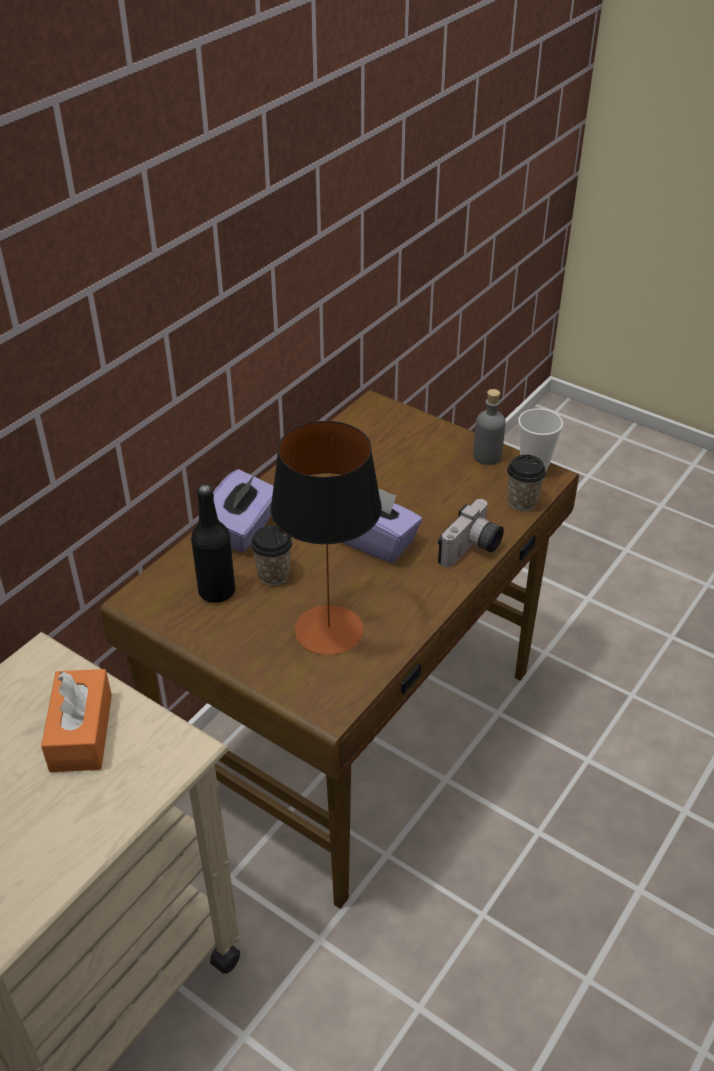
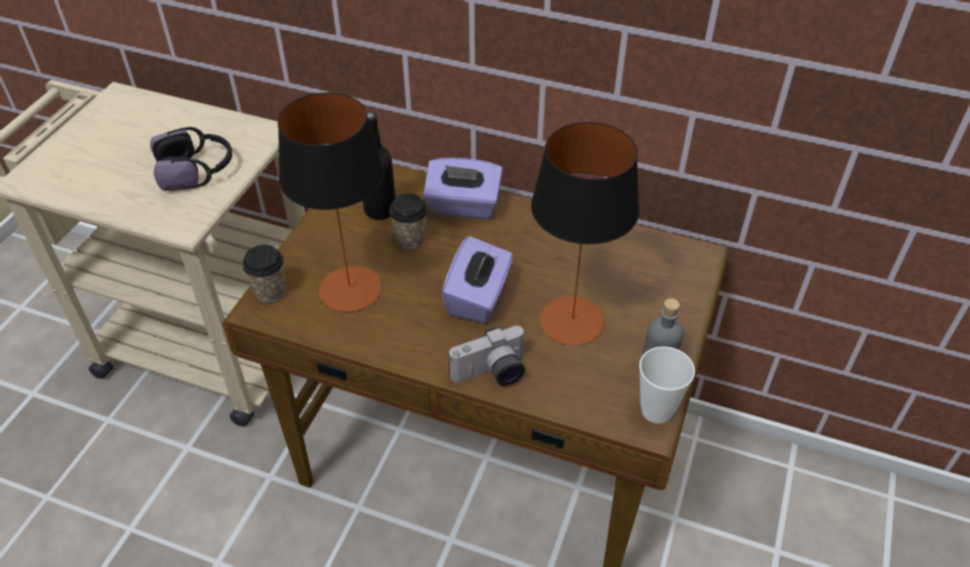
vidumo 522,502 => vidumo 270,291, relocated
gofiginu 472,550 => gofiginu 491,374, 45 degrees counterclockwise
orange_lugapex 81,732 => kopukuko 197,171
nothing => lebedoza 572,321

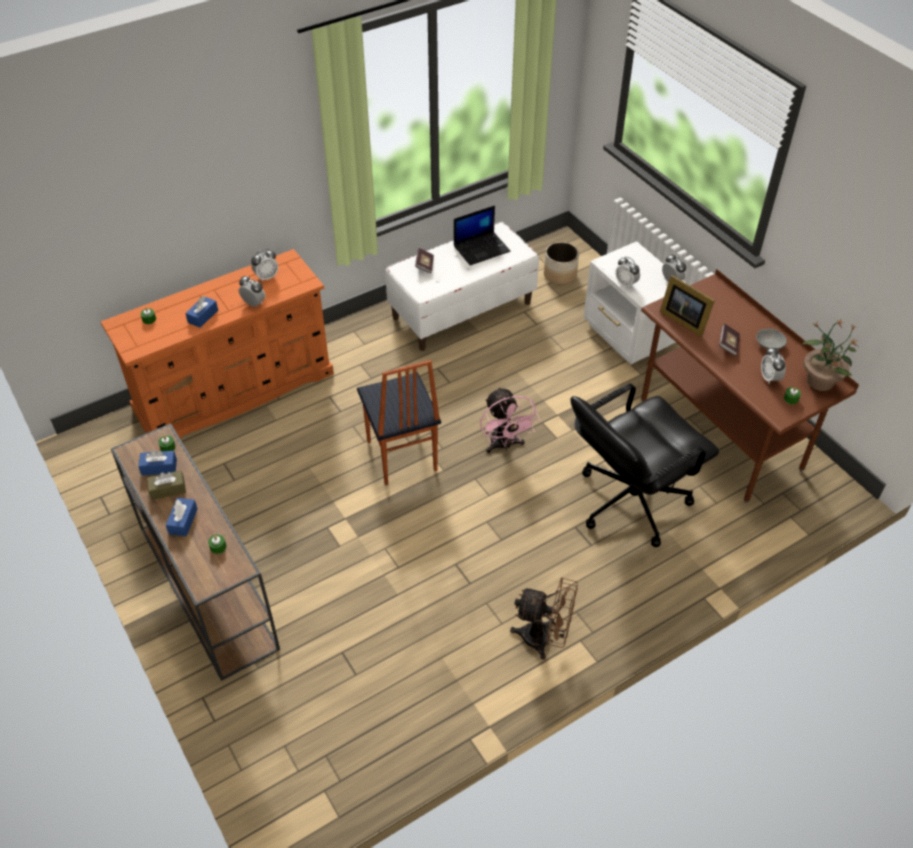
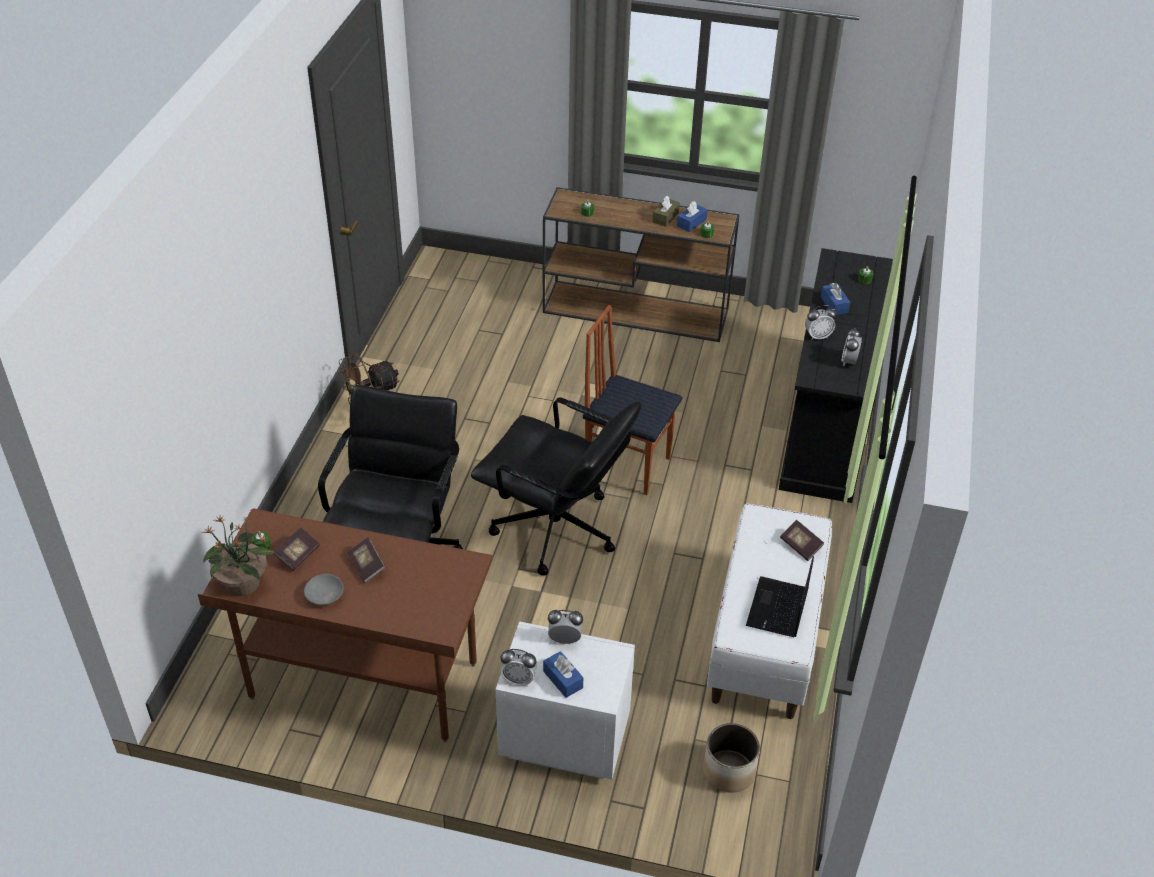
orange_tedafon 235,391 => black_tedafon 827,423
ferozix 683,320 => nothing
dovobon 769,378 => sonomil 298,555
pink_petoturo 504,445 => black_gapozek 556,530
blue_lugapex 183,521 => blue_lugapex 563,679, relocated

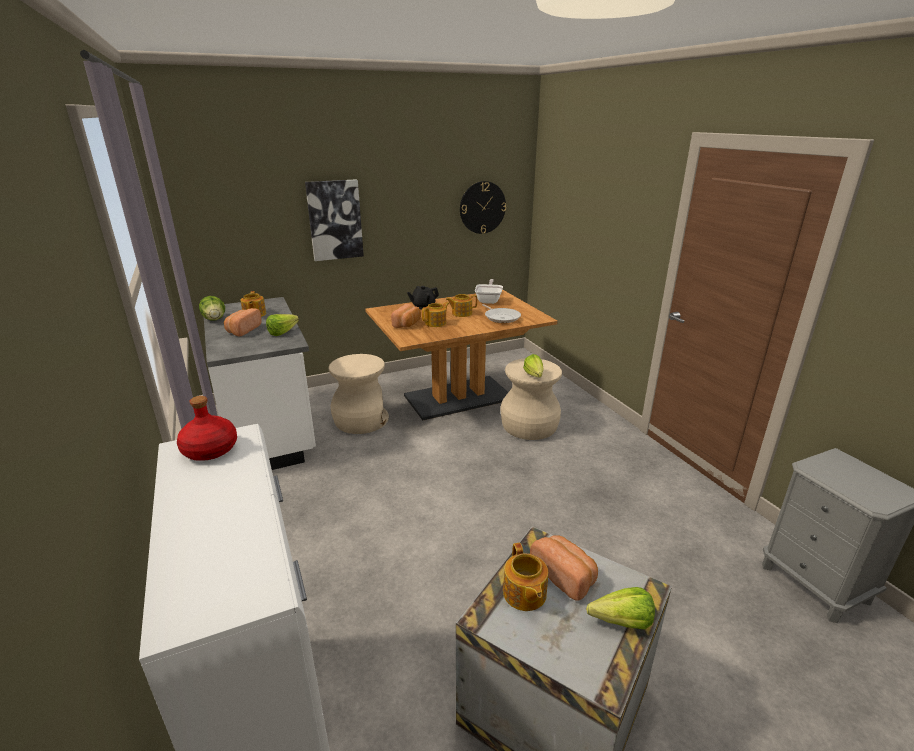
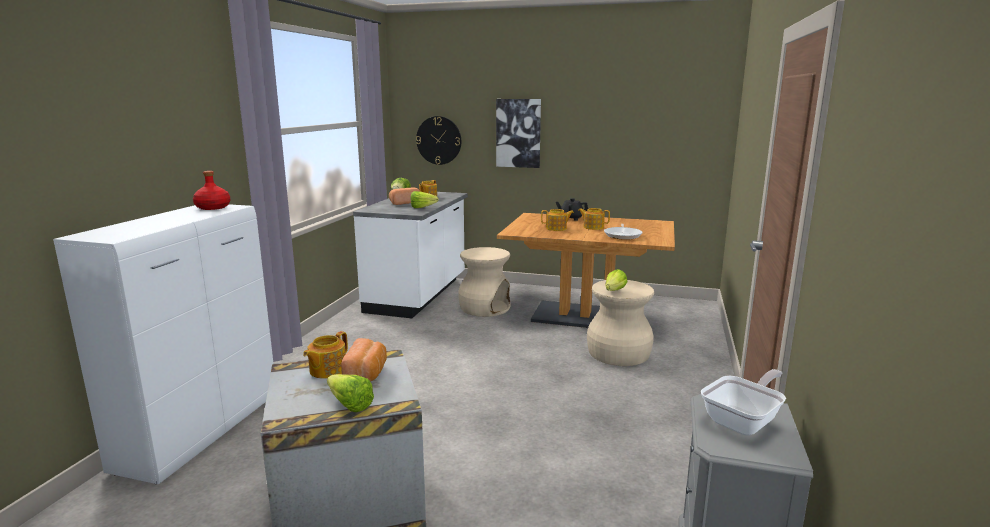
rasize 482,207 => rasize 439,140, relocated
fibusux 489,300 => fibusux 744,421, relocated
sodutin 408,324 => nothing

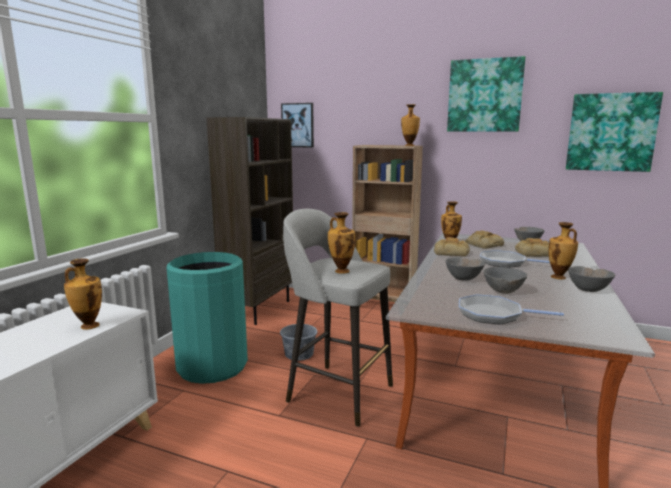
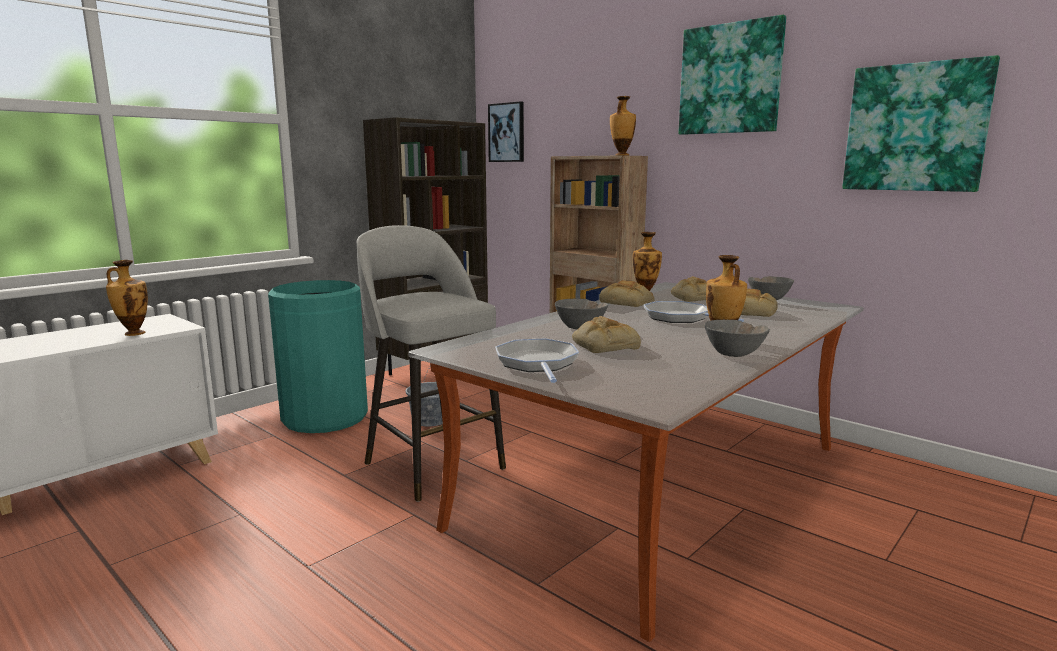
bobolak 341,271 => nothing
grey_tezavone 503,292 => sodutin 603,345
fibusux 493,314 => fibusux 537,364, 45 degrees clockwise

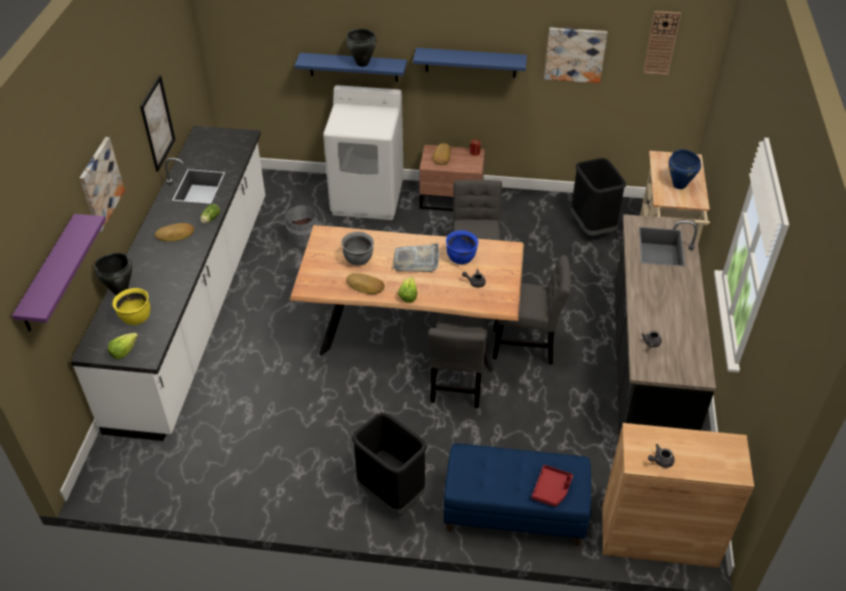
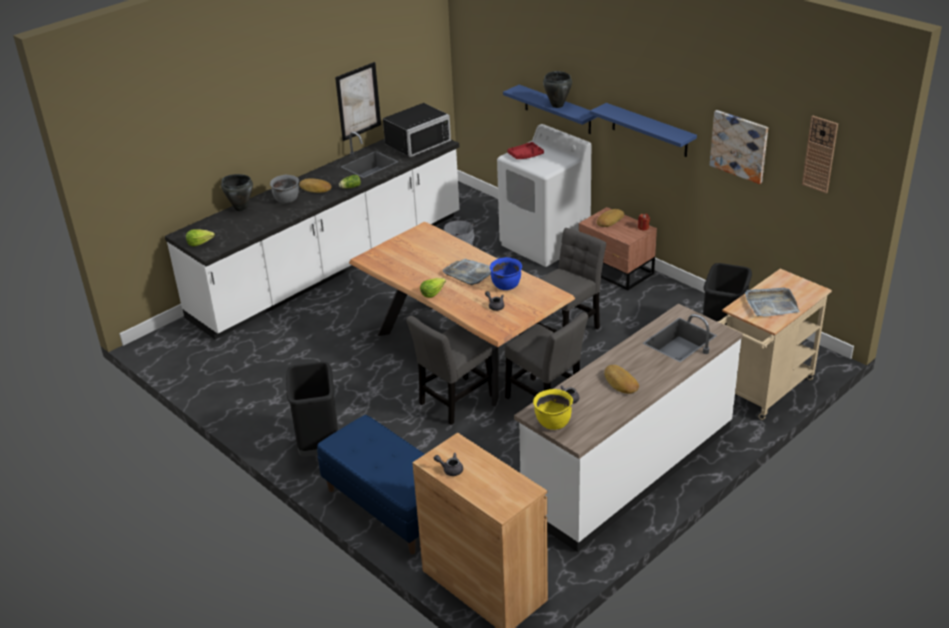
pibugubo 100,184 => nothing
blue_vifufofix 679,185 => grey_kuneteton 770,304
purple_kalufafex 49,274 => nothing
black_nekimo 645,371 => white_nekimo 628,468
grey_vifufofix 358,259 => grey_vifufofix 287,200, relocated
sodutin 365,286 => sodutin 620,383, relocated
yellow_vifufofix 136,318 => yellow_vifufofix 553,423, relocated
red_kuneteton 551,489 => red_kuneteton 525,155, relocated
nothing => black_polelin 415,142

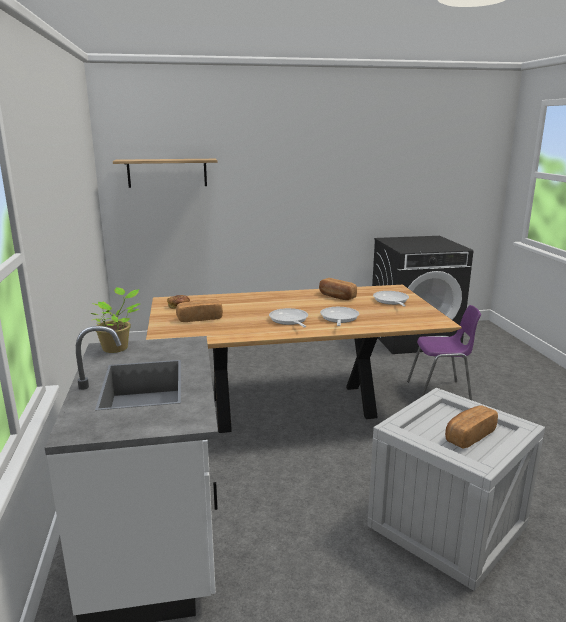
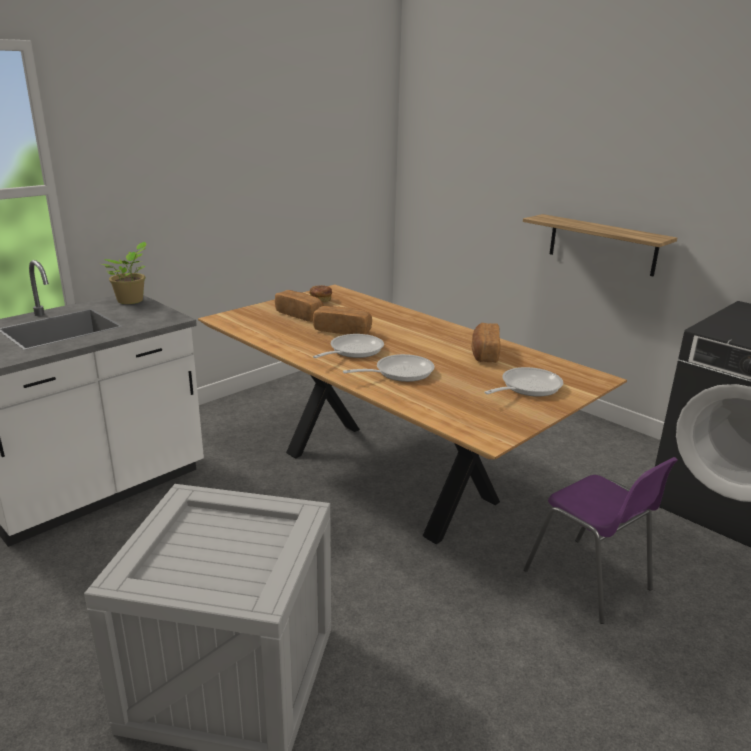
kalufafex 167,173 => kalufafex 602,245, relocated
sodutin 468,436 => sodutin 342,331, relocated

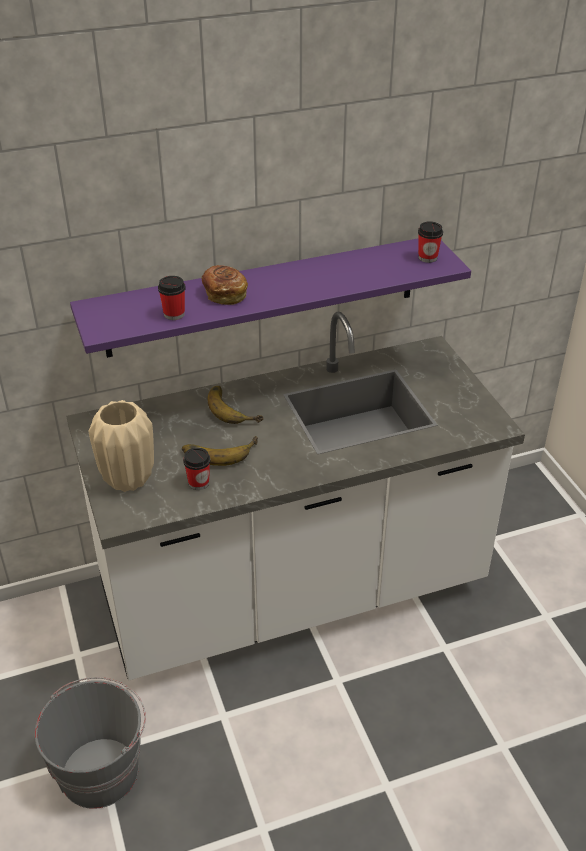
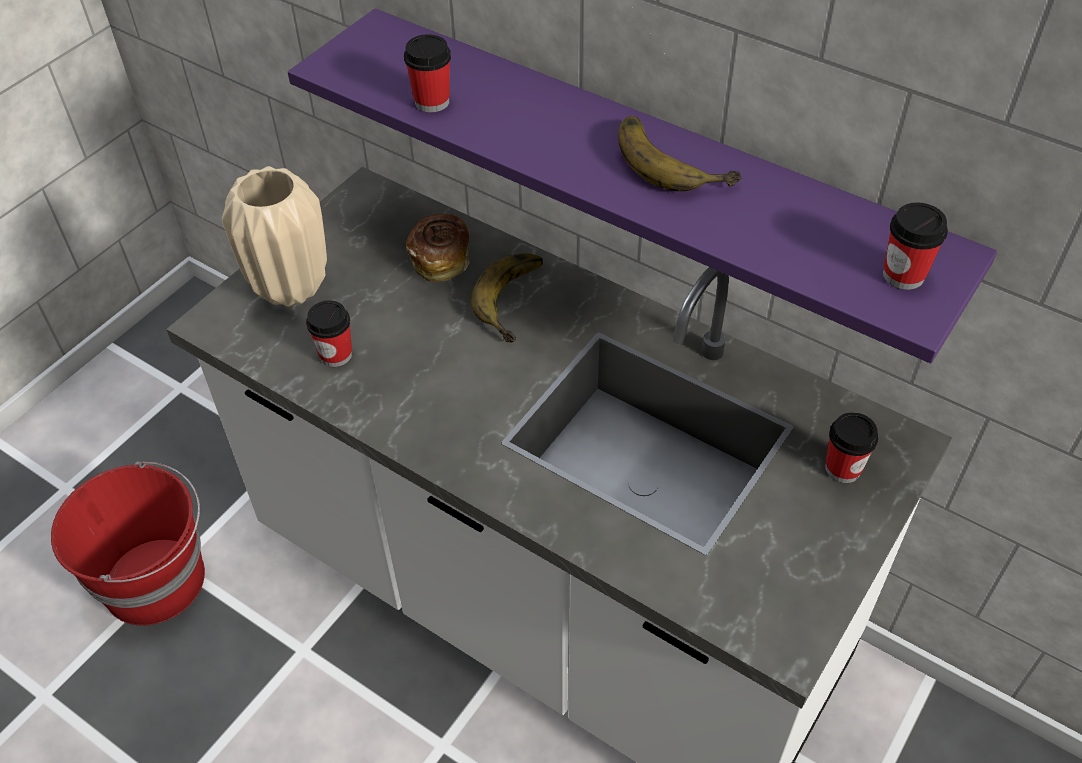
sodutin 224,294 => sodutin 440,259, relocated
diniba 219,450 => diniba 674,158, relocated
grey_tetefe 100,770 => red_tetefe 157,580
nothing => vidumo 843,468

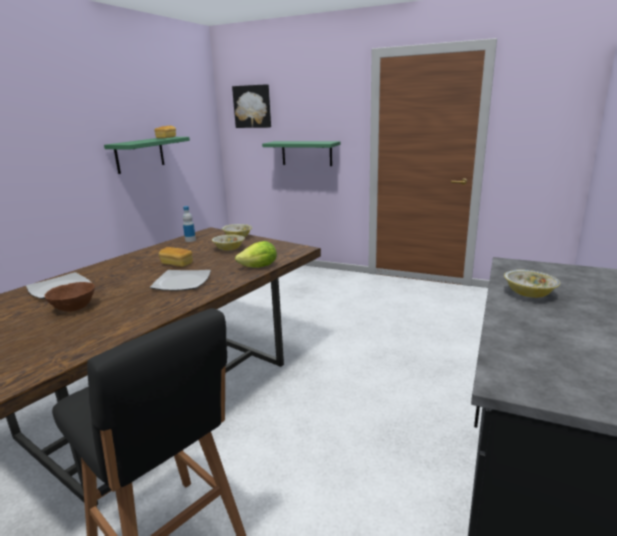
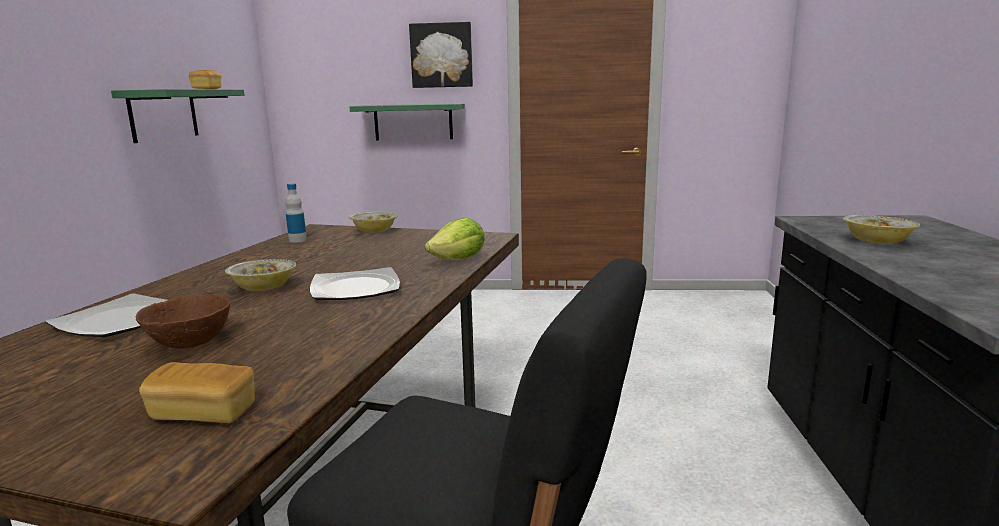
pibugubo 252,106 => pibugubo 441,55, relocated
tezavone 229,249 => tezavone 263,288, relocated
sodutin 177,264 => sodutin 204,413, relocated

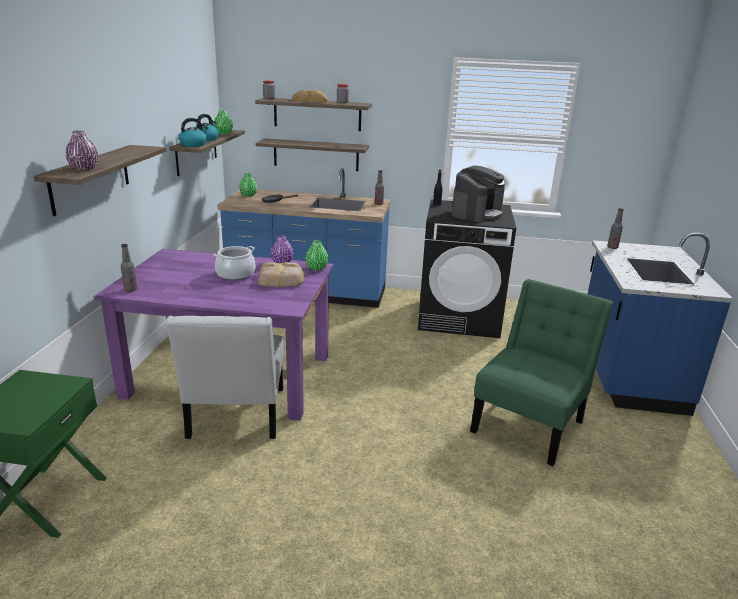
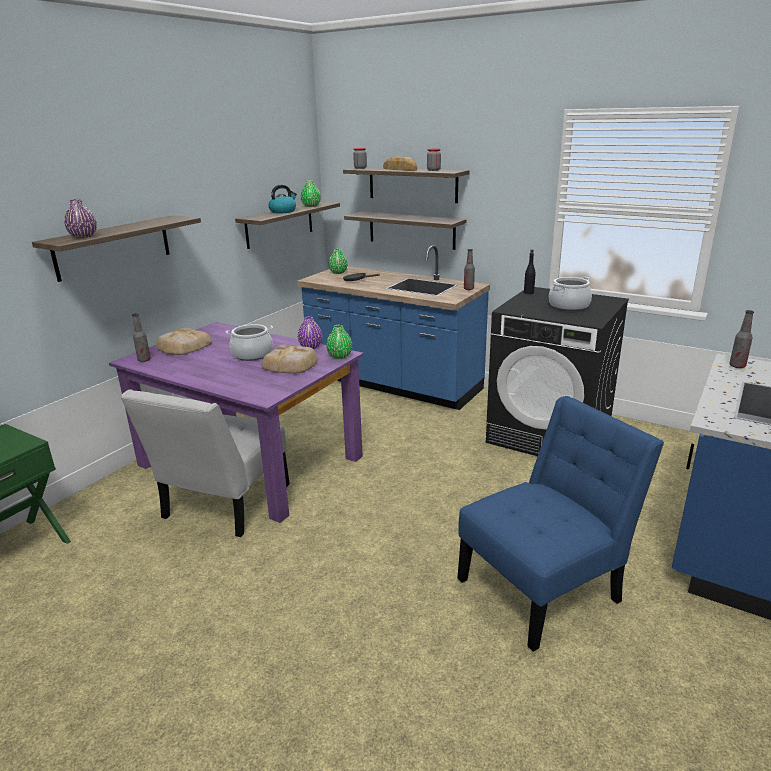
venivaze 193,144 => nothing
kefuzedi 477,213 => vifufofix 568,306
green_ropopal 530,423 => blue_ropopal 545,587
nothing => sodutin 183,346

